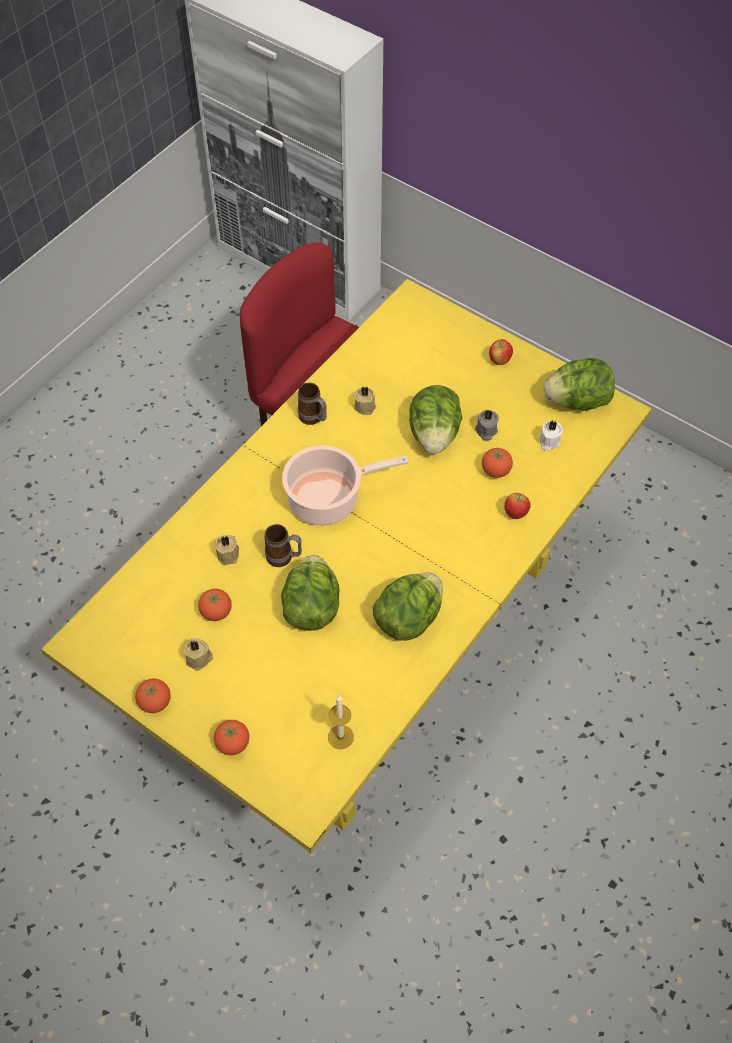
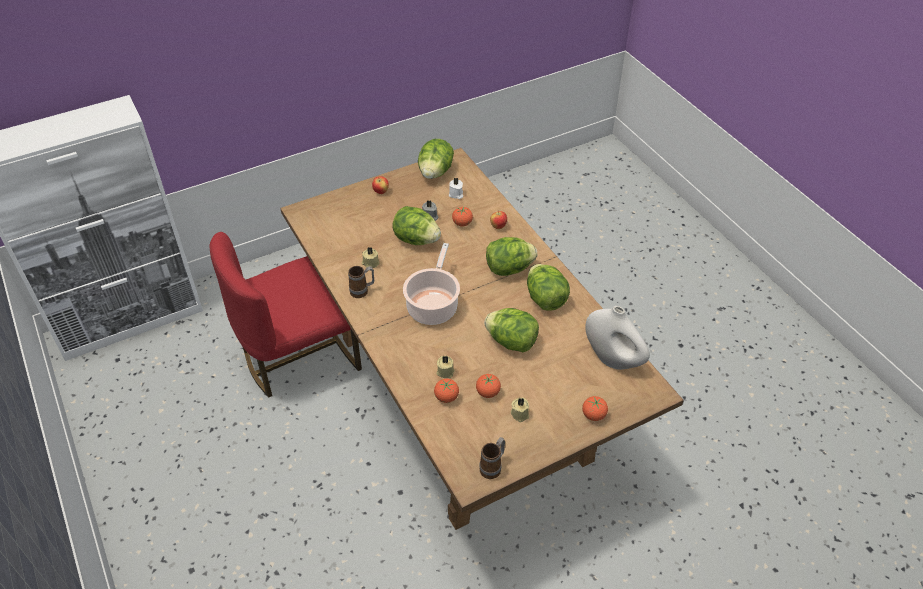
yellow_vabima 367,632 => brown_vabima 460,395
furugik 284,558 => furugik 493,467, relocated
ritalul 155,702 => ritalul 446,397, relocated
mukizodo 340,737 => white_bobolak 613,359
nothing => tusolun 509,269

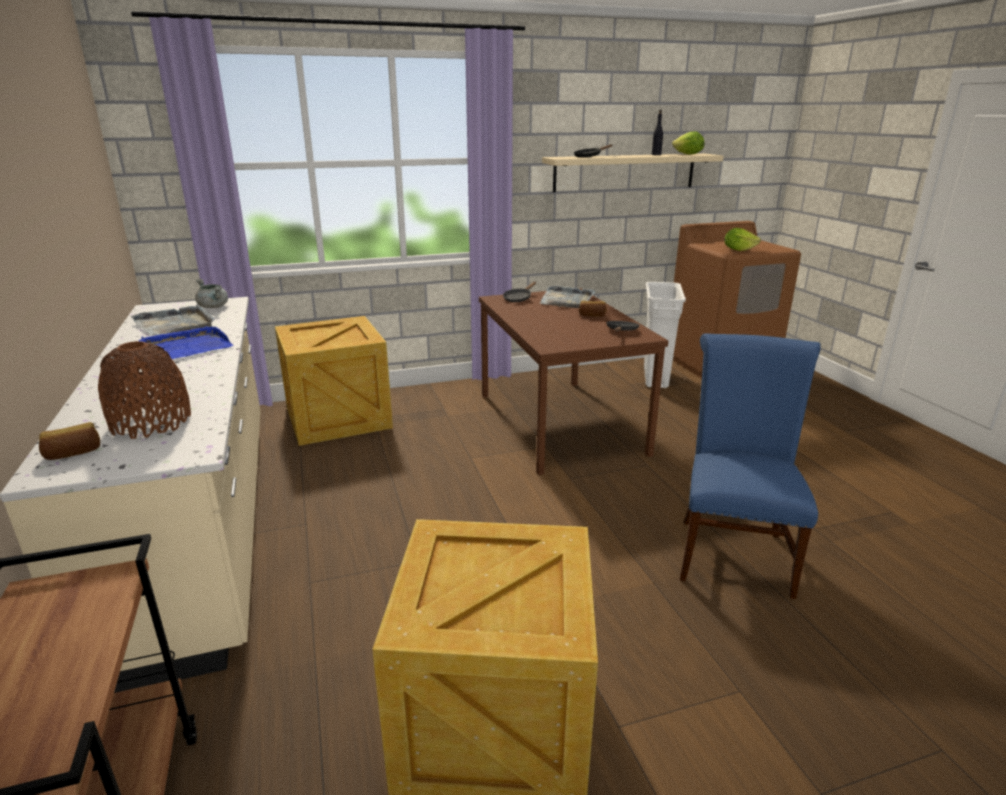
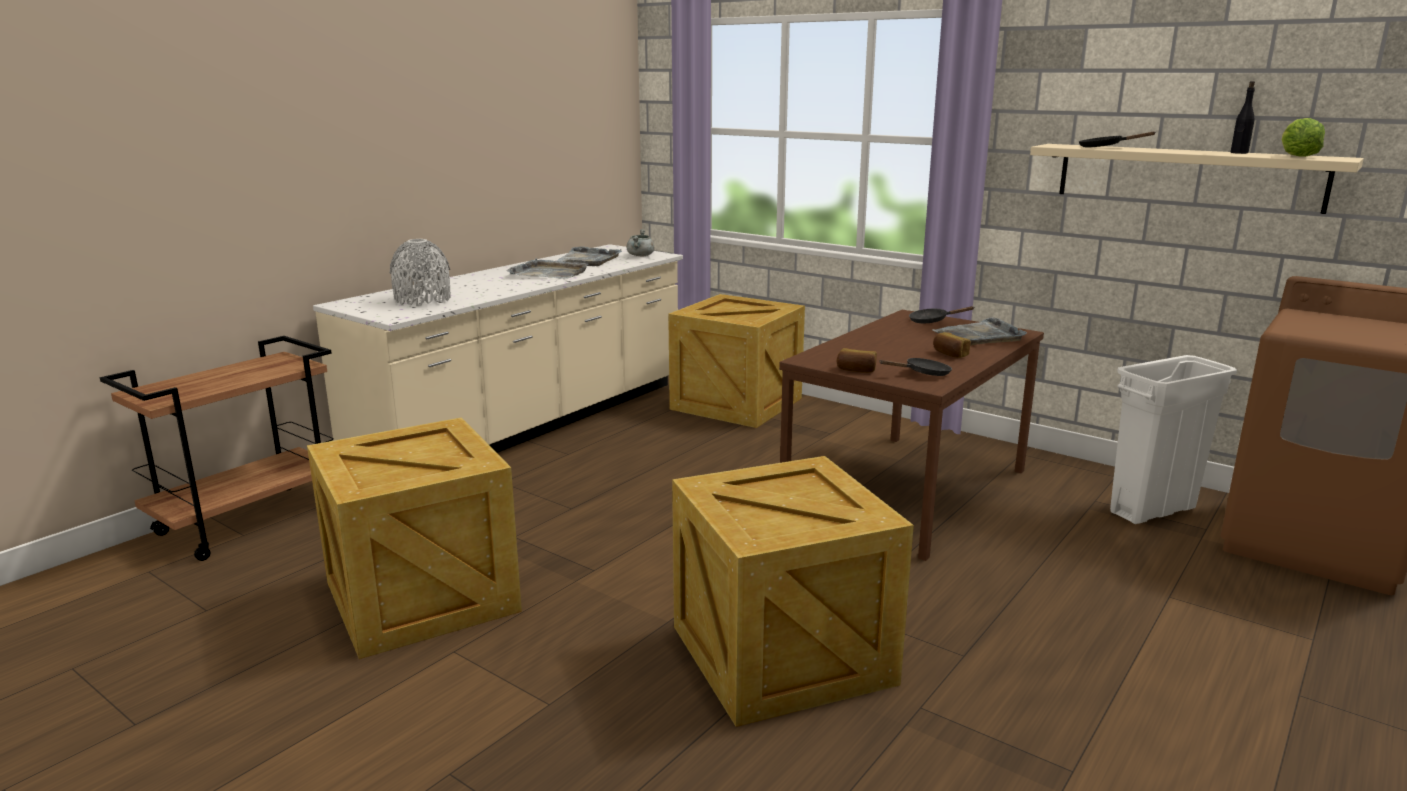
tusolun 738,250 => nothing
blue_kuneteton 186,348 => grey_kuneteton 549,273
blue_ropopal 732,551 => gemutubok 785,655
brown_bobolak 151,423 => grey_bobolak 423,300
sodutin 73,453 => sodutin 856,370, relocated

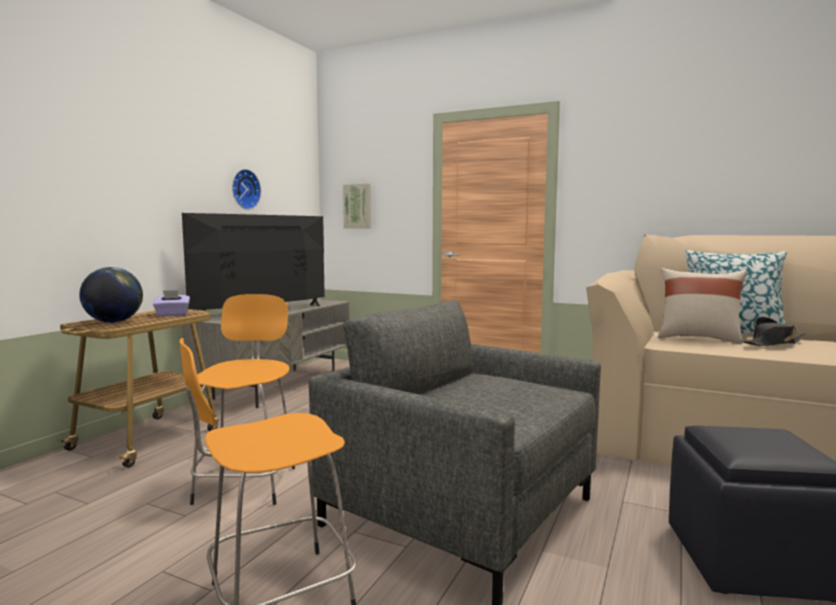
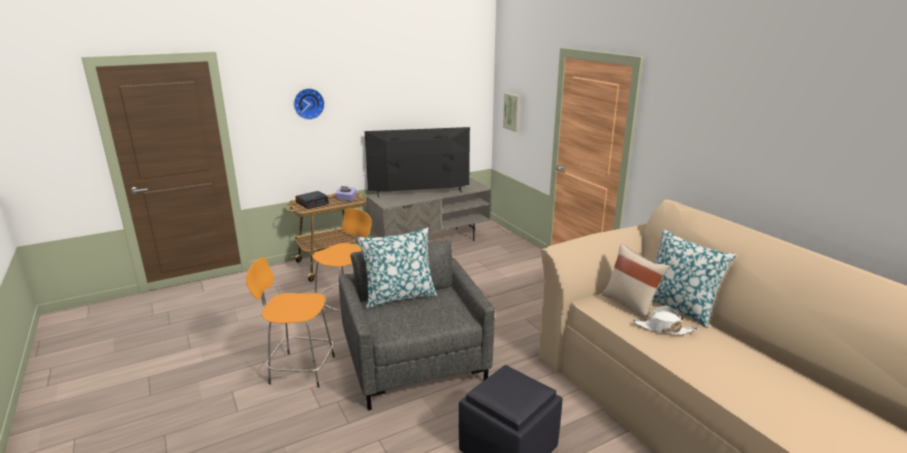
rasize 244,189 => rasize 308,103, relocated
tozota 114,322 => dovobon 312,203
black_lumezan 772,343 => white_lumezan 663,329
nothing => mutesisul 399,296

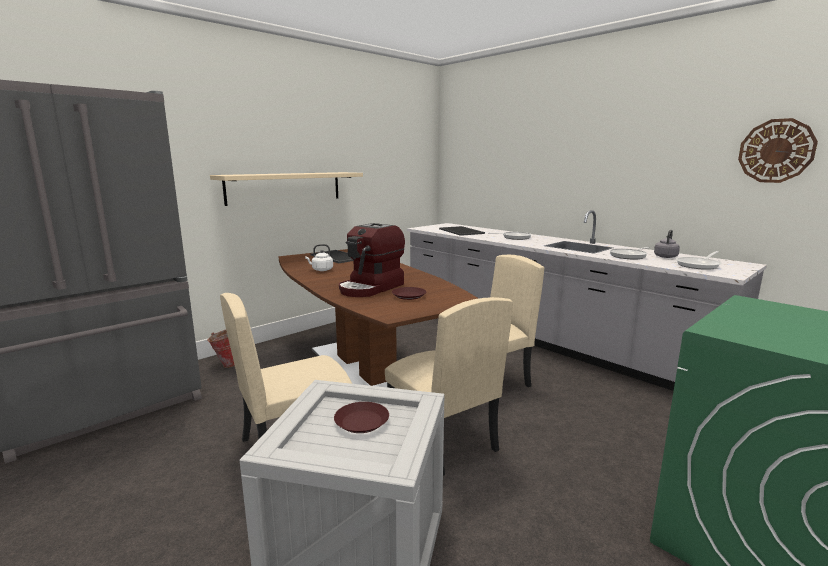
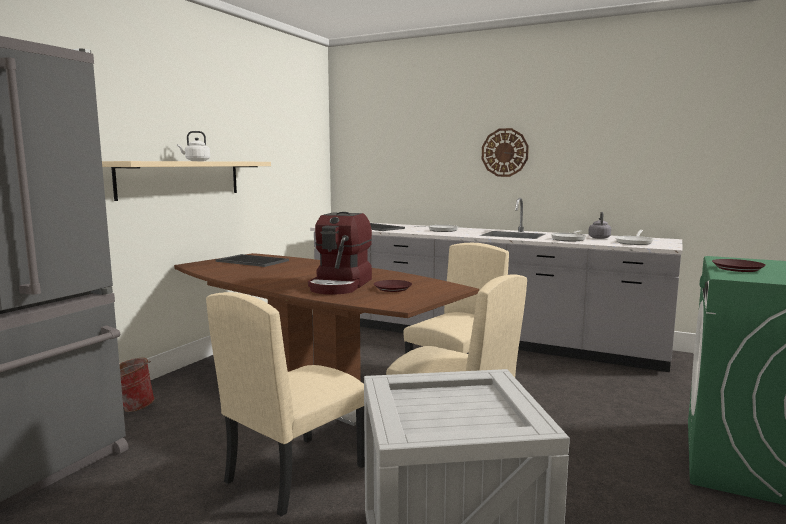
rasize 776,151 => rasize 504,152, relocated
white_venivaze 321,270 => white_venivaze 196,161, relocated
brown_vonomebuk 361,422 => brown_vonomebuk 737,269, relocated

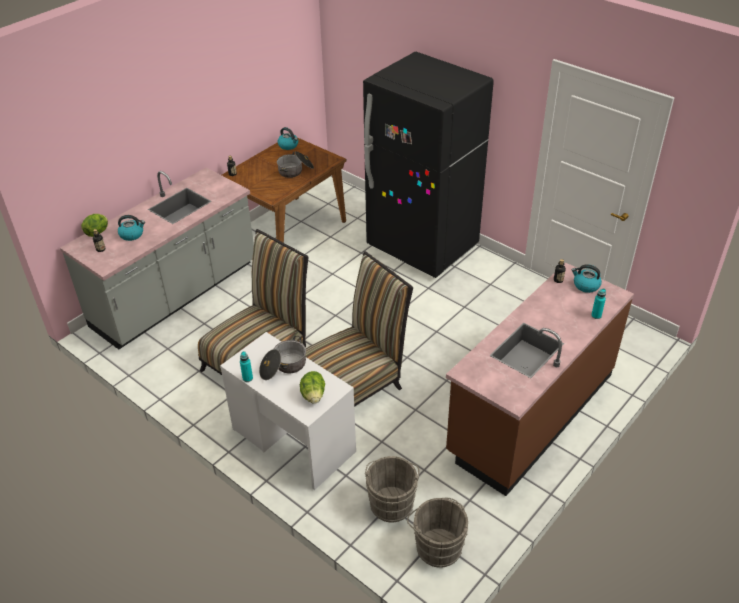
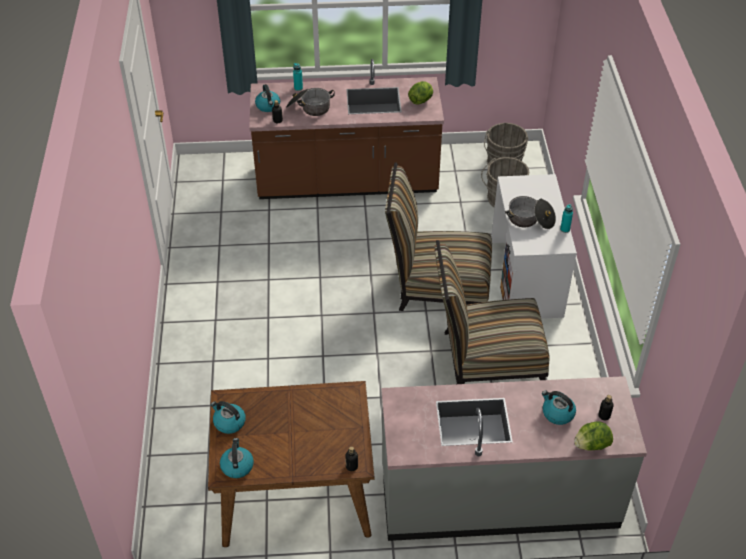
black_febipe 422,247 => nothing
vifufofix 295,170 => vifufofix 309,108, relocated
tusolun 313,395 => tusolun 421,100, relocated
nothing => venivaze 229,422

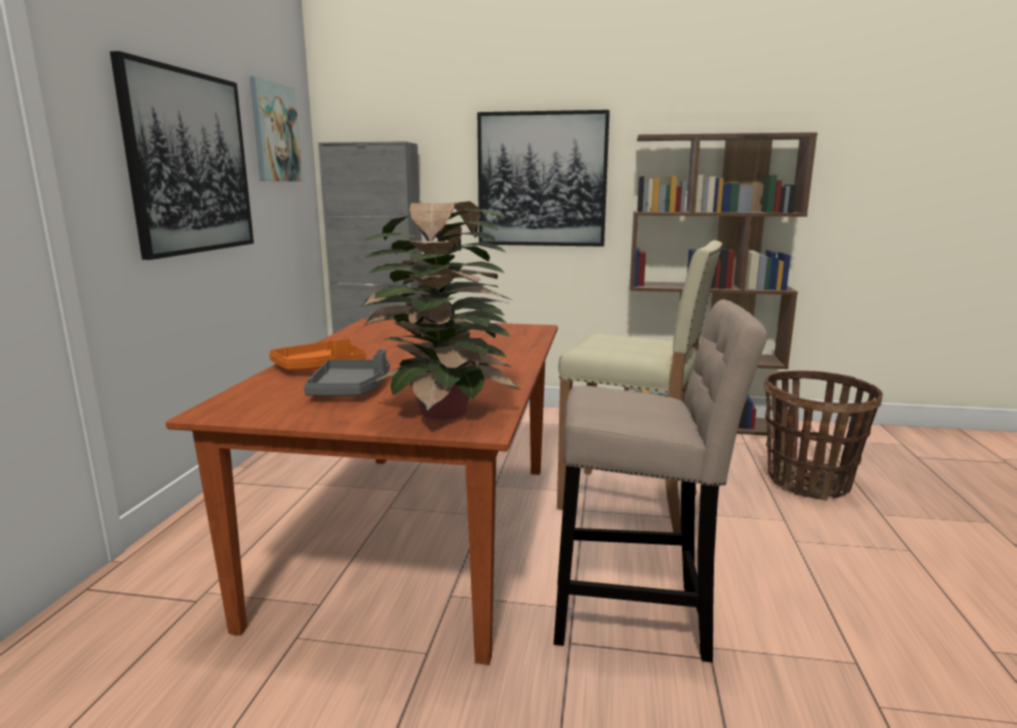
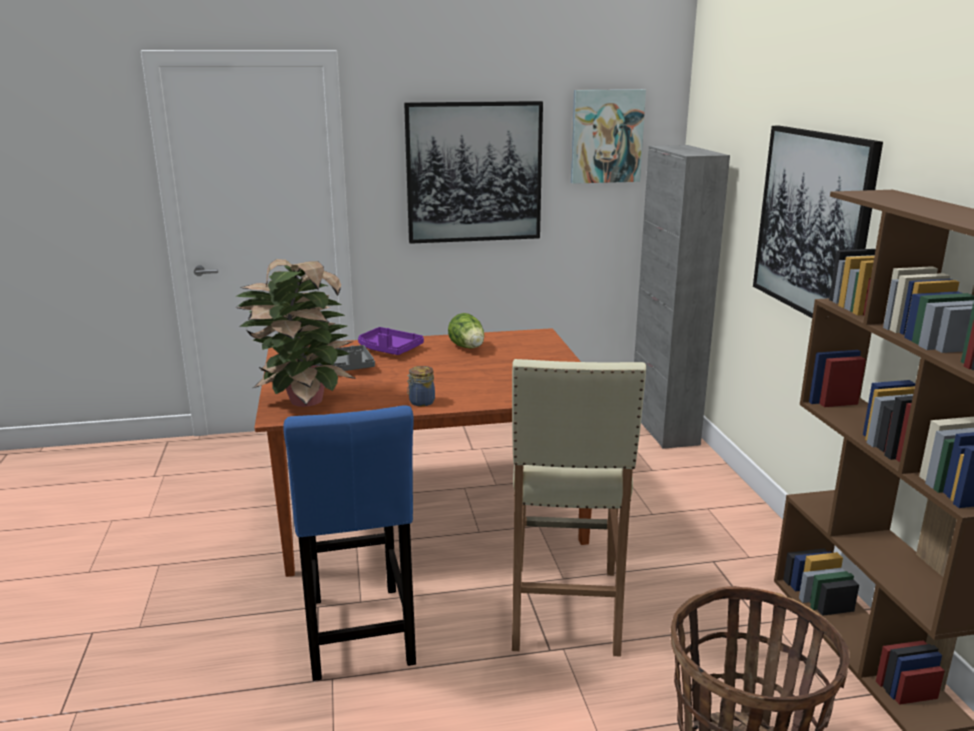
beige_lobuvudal 639,617 => blue_lobuvudal 359,637
orange_kuneteton 319,367 => purple_kuneteton 389,349
nothing => tusolun 468,348
nothing => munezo 420,402

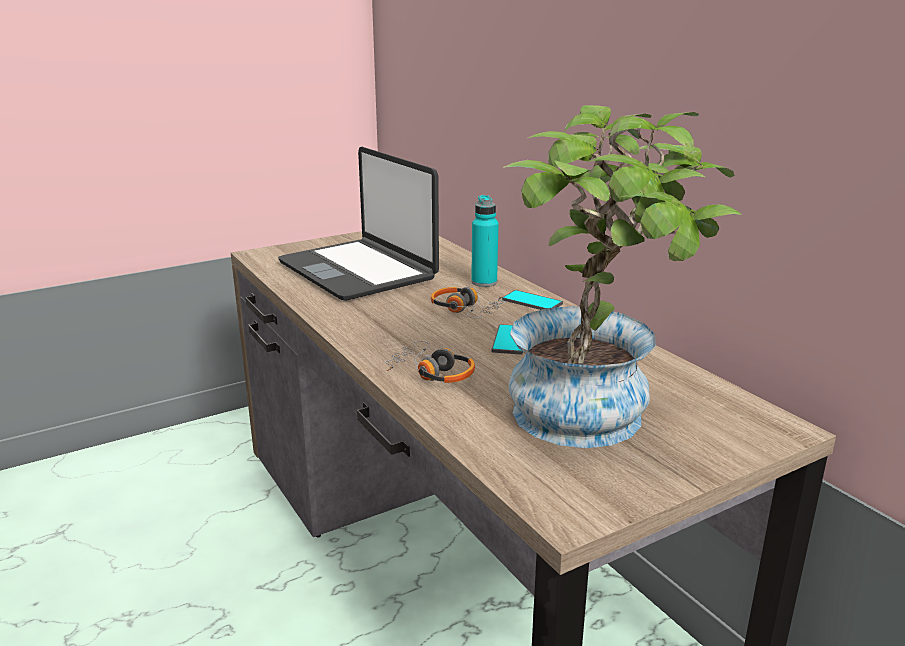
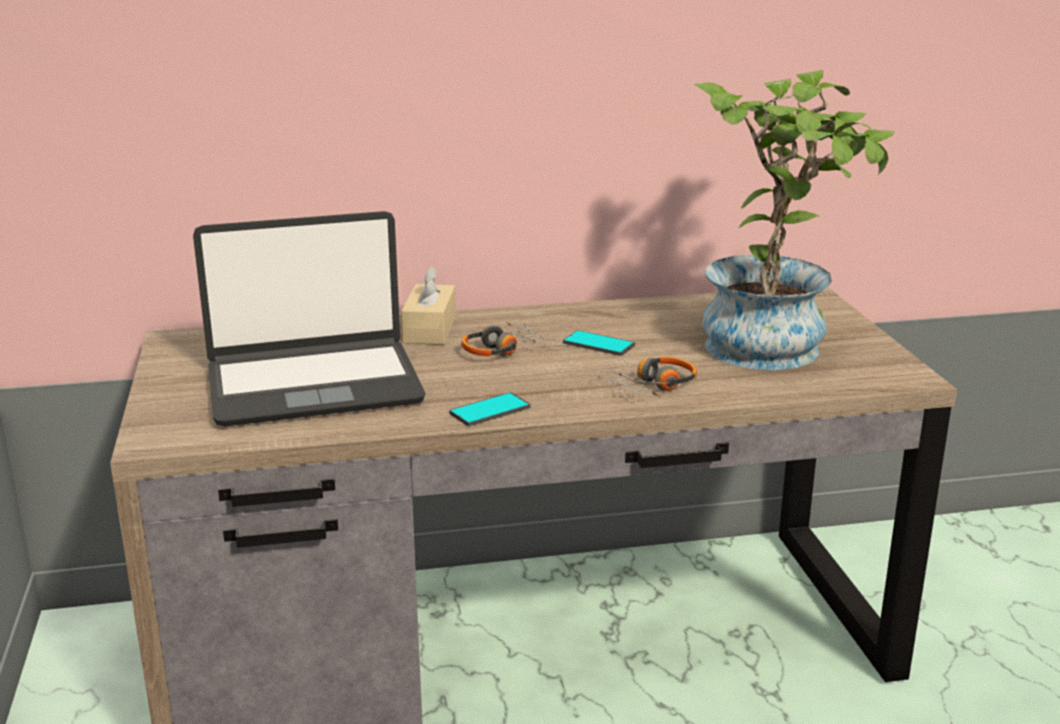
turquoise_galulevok 484,282 => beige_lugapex 429,329
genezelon 532,302 => genezelon 490,410, relocated

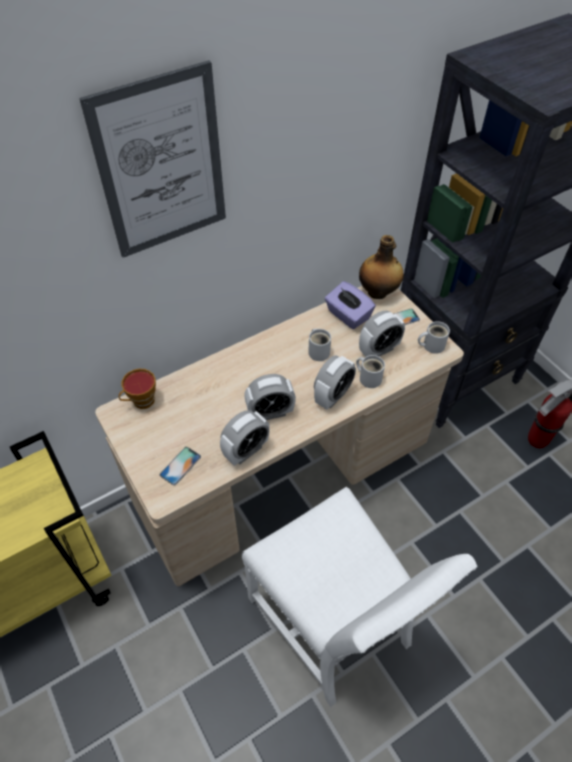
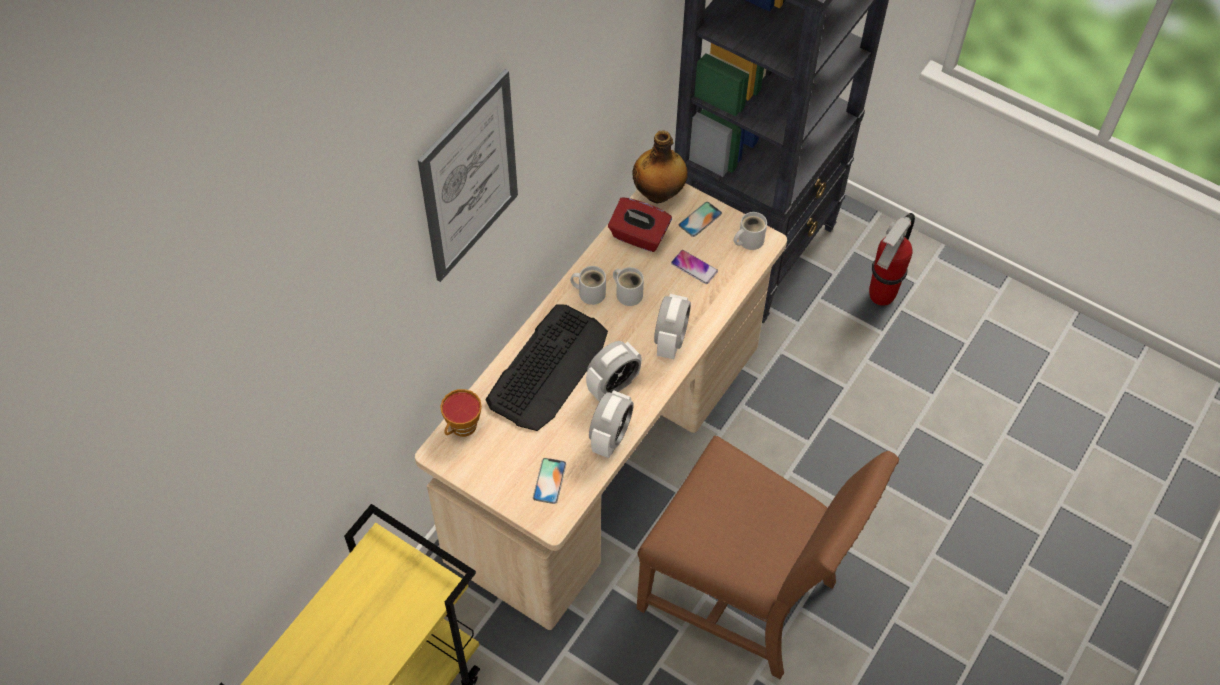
purple_lugapex 348,315 => red_lugapex 638,236
dovobon 379,350 => genezelon 694,267
white_furugik 369,377 => white_furugik 590,292, relocated
white_ropopal 334,622 => brown_ropopal 745,594
nothing => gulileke 548,367

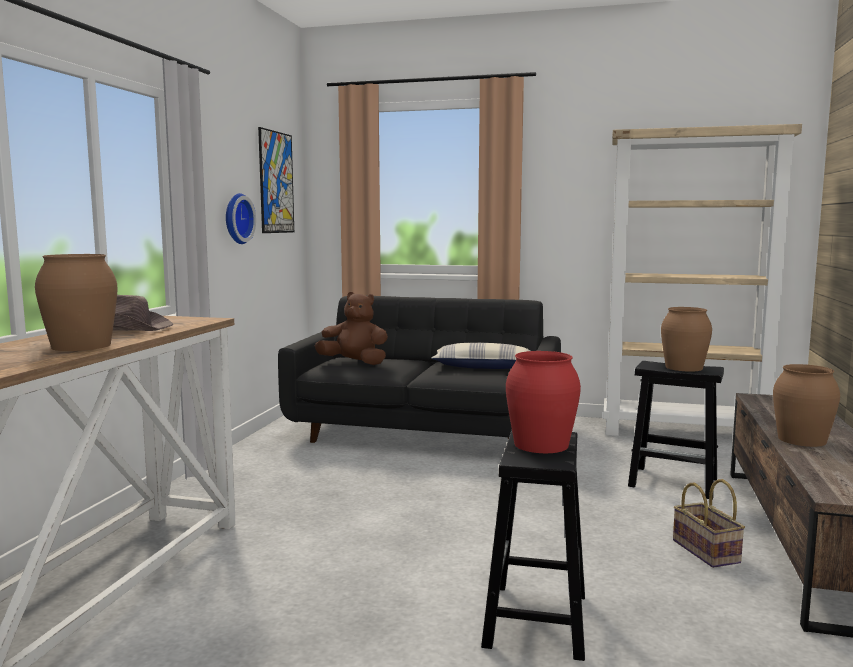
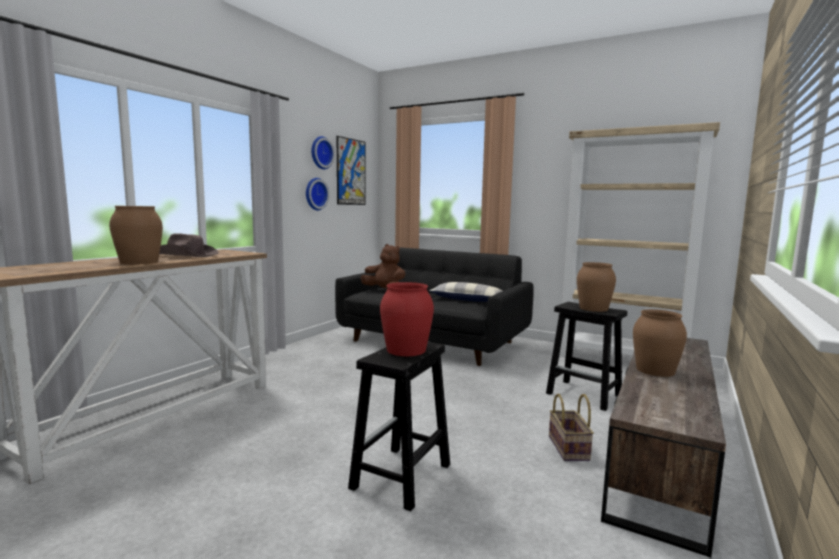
nothing => rasize 320,153

